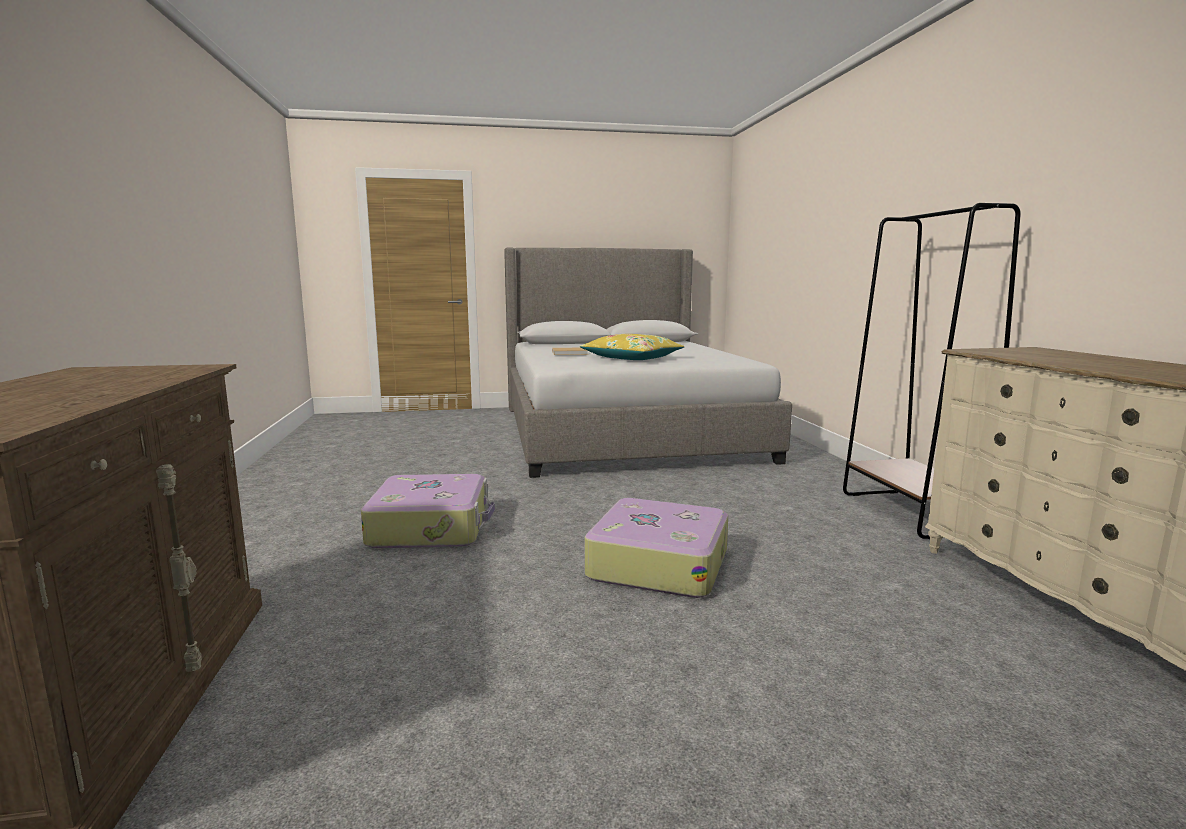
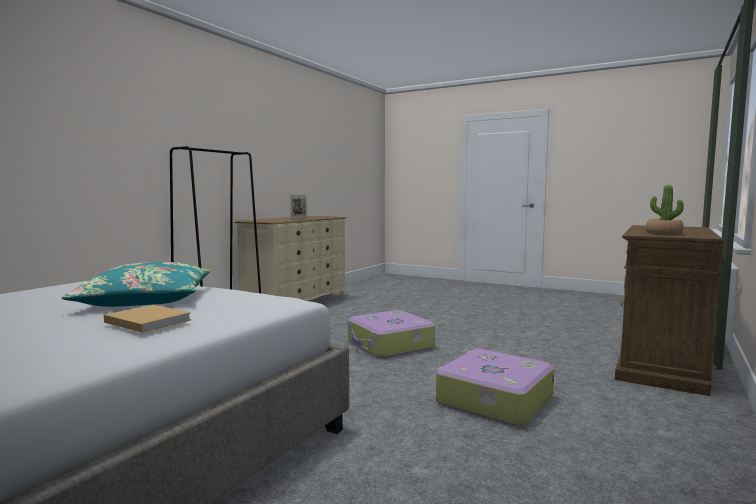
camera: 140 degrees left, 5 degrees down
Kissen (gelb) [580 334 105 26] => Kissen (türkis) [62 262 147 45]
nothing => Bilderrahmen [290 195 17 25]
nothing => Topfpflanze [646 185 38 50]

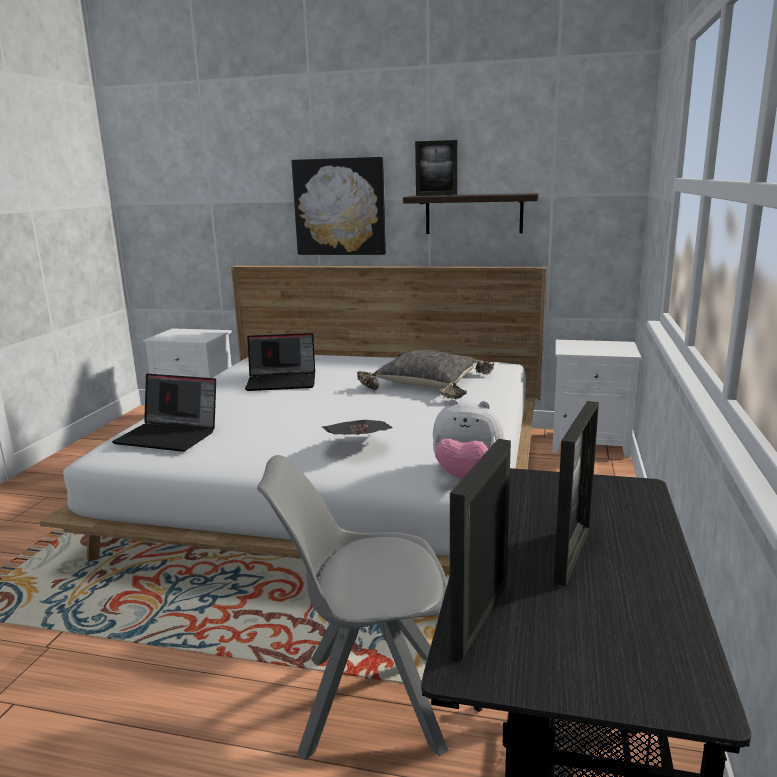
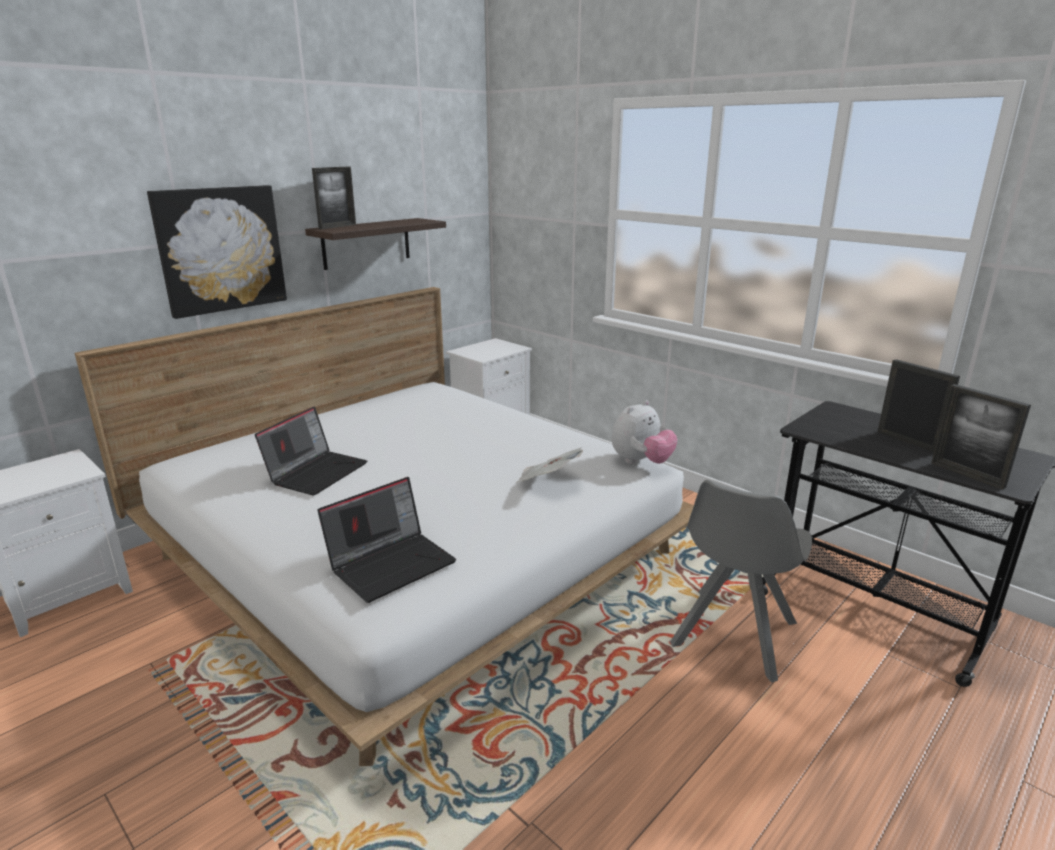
camera: 60 degrees left, 5 degrees up
Kissen [357 350 137 49] => nothing

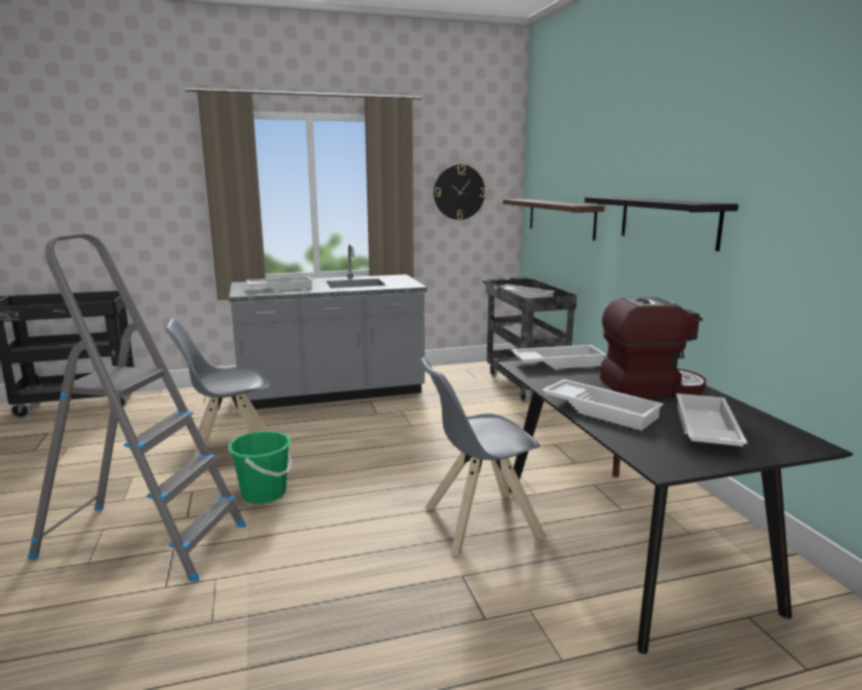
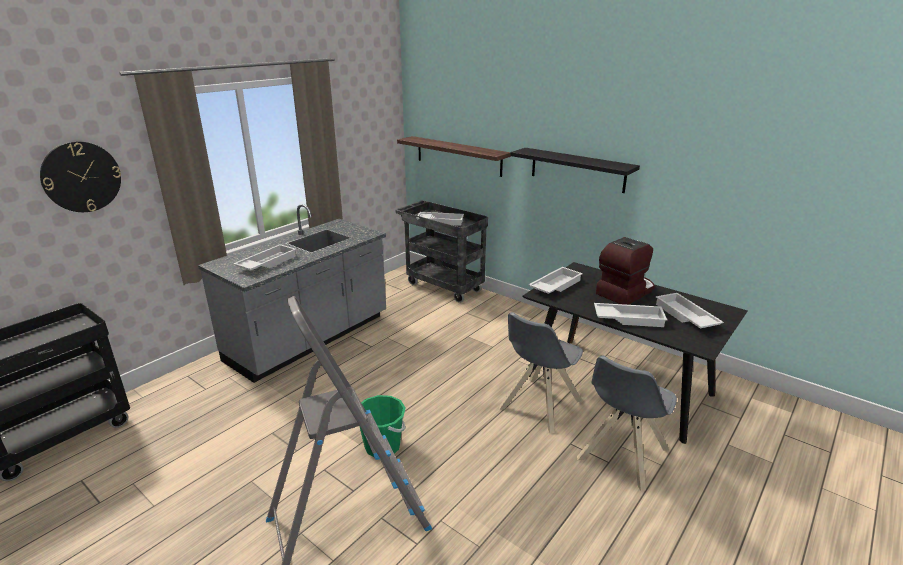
camera: 35 degrees left, 10 degrees up
Wanduhr [434 164 51 56] => Wanduhr [40 141 81 71], moved
Stuhl (grau) [165 319 105 139] => Stuhl (grau) [577 355 100 136], moved

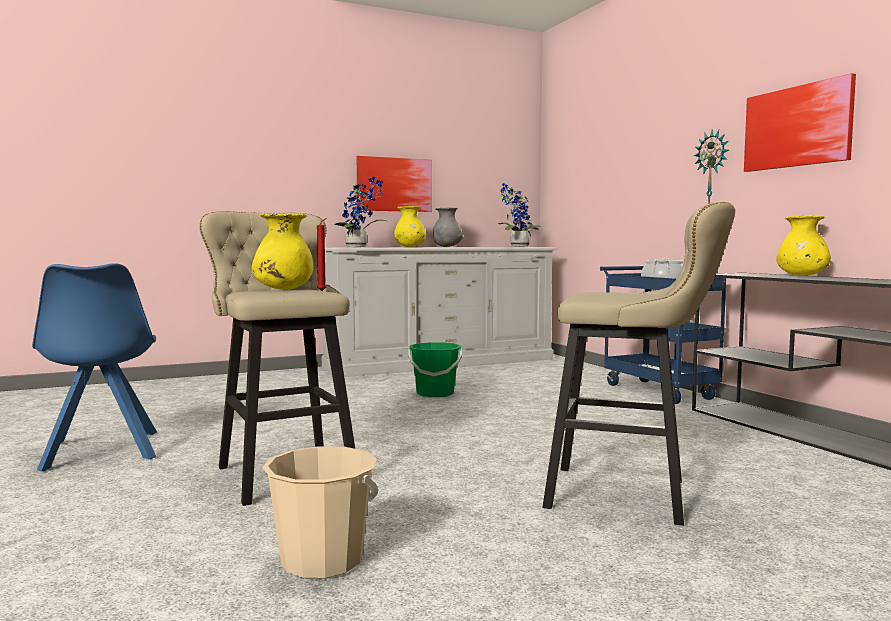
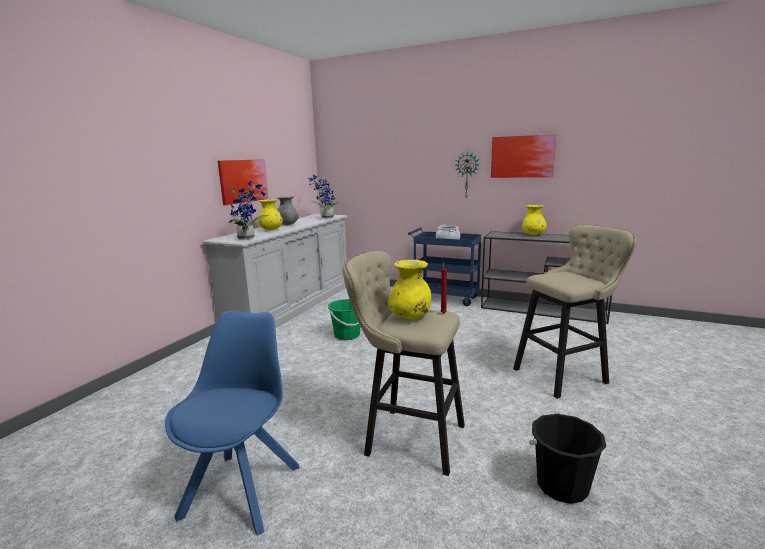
camera: 40 degrees left, 10 degrees up
Stuhl (blau) [32 263 125 208] => Stuhl (blau) [165 310 135 226], 105 degrees counterclockwise
Eimer (beige) [262 446 117 133] => Eimer (schwarz) [529 414 77 90]

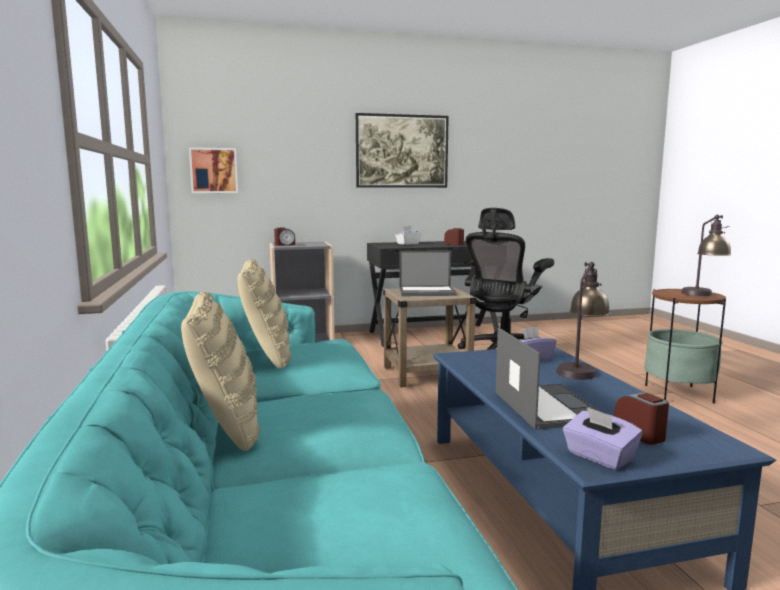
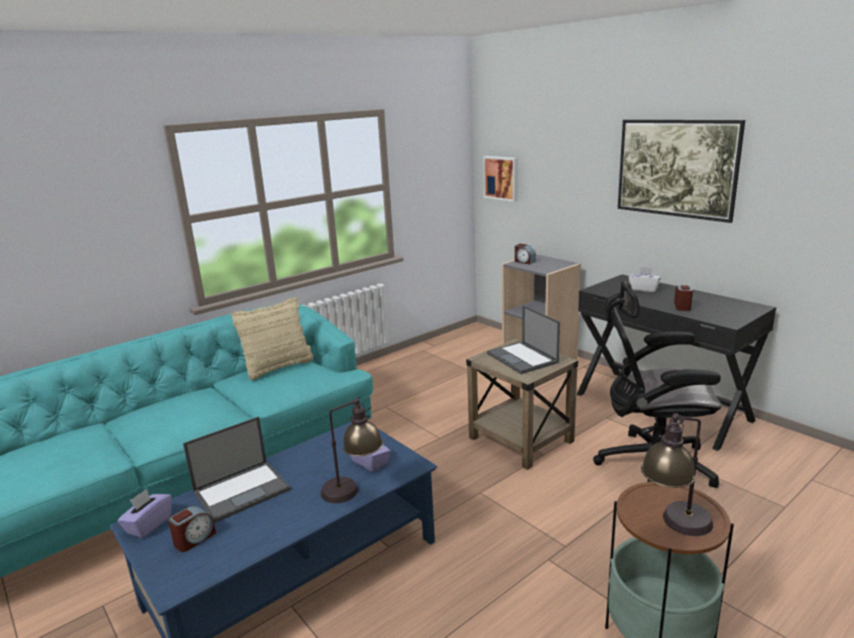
camera: 65 degrees right, 10 degrees up
Kissen (beige) [181 292 79 159] => nothing

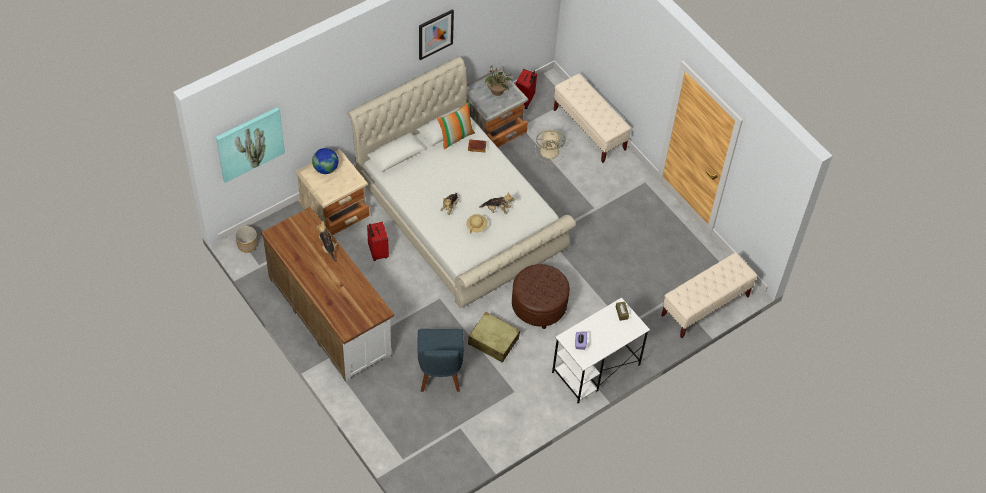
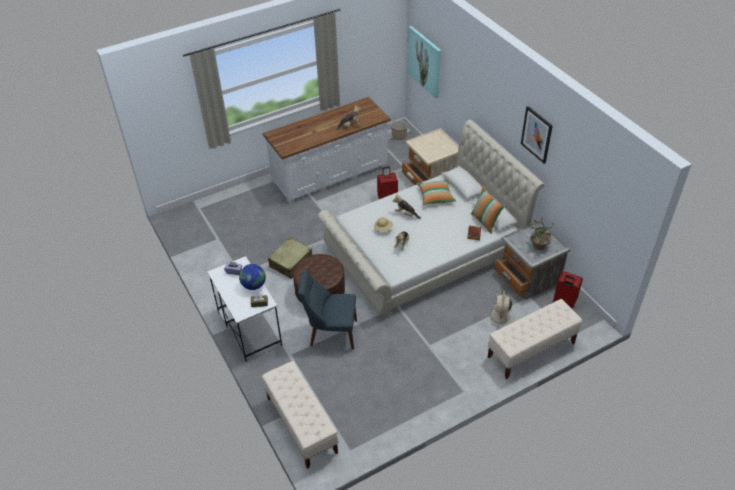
camera: 100 degrees right, 10 degrees down
Globus [312 148 27 26] => Globus [239 264 27 26], moved
Stuhl (blau) [418 329 46 63] => Stuhl (blau) [298 270 59 79], moved
nothing => Kissen [417 179 39 26]

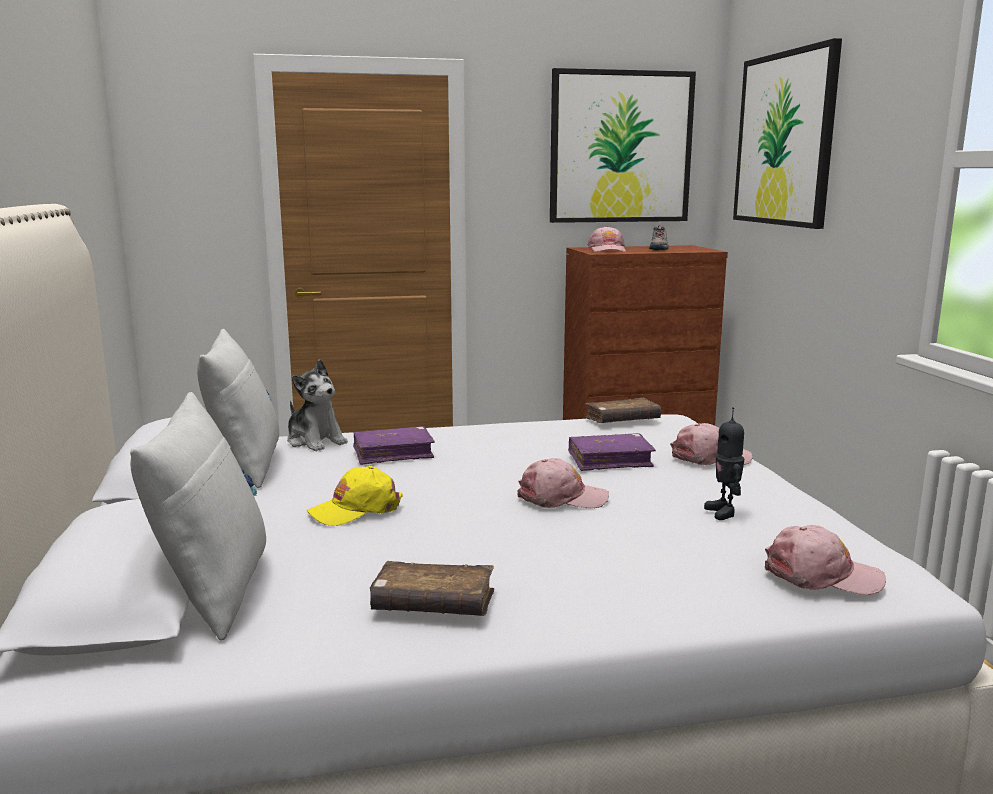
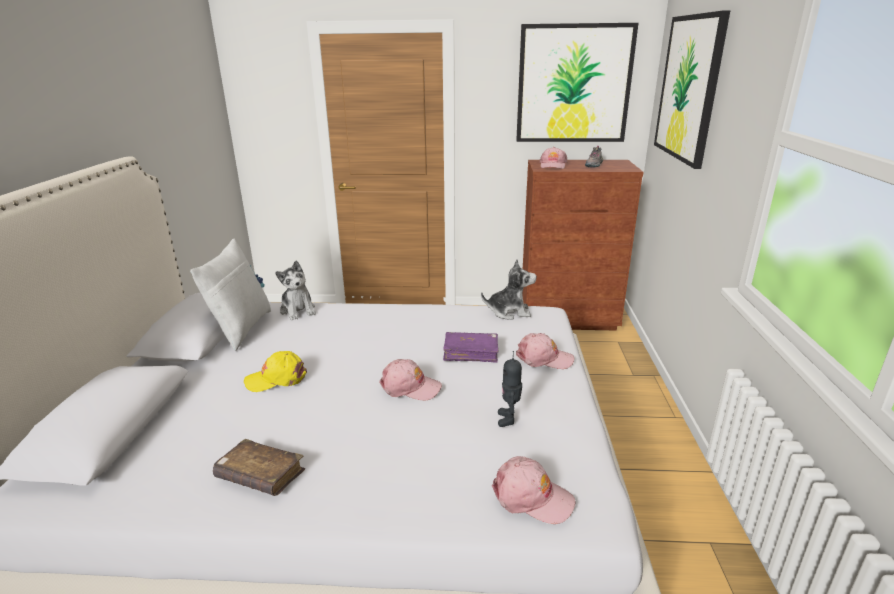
camera: 15 degrees right, 10 degrees up
Buch (braun) [585 398 76 25] => Plüschtier [481 259 56 61]
Kissen (grau) [130 392 136 249] => nothing
Buch (lila) [353 426 82 39] => nothing

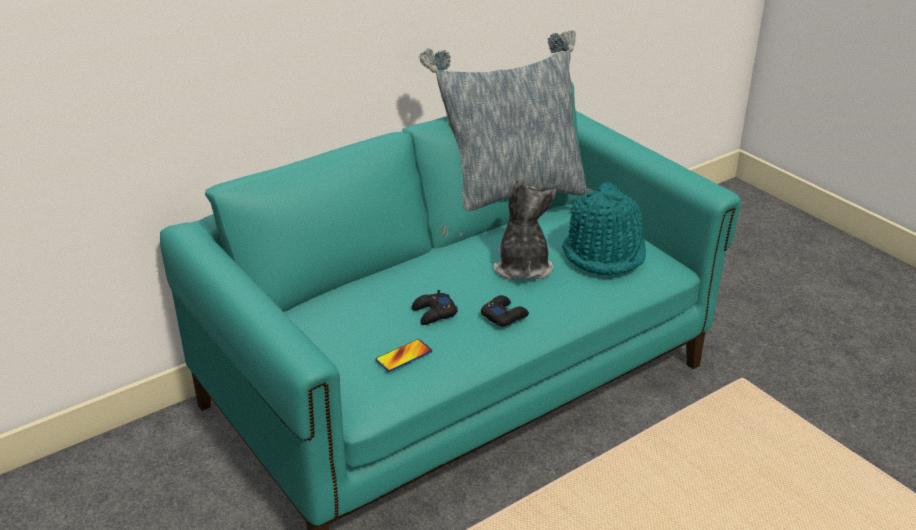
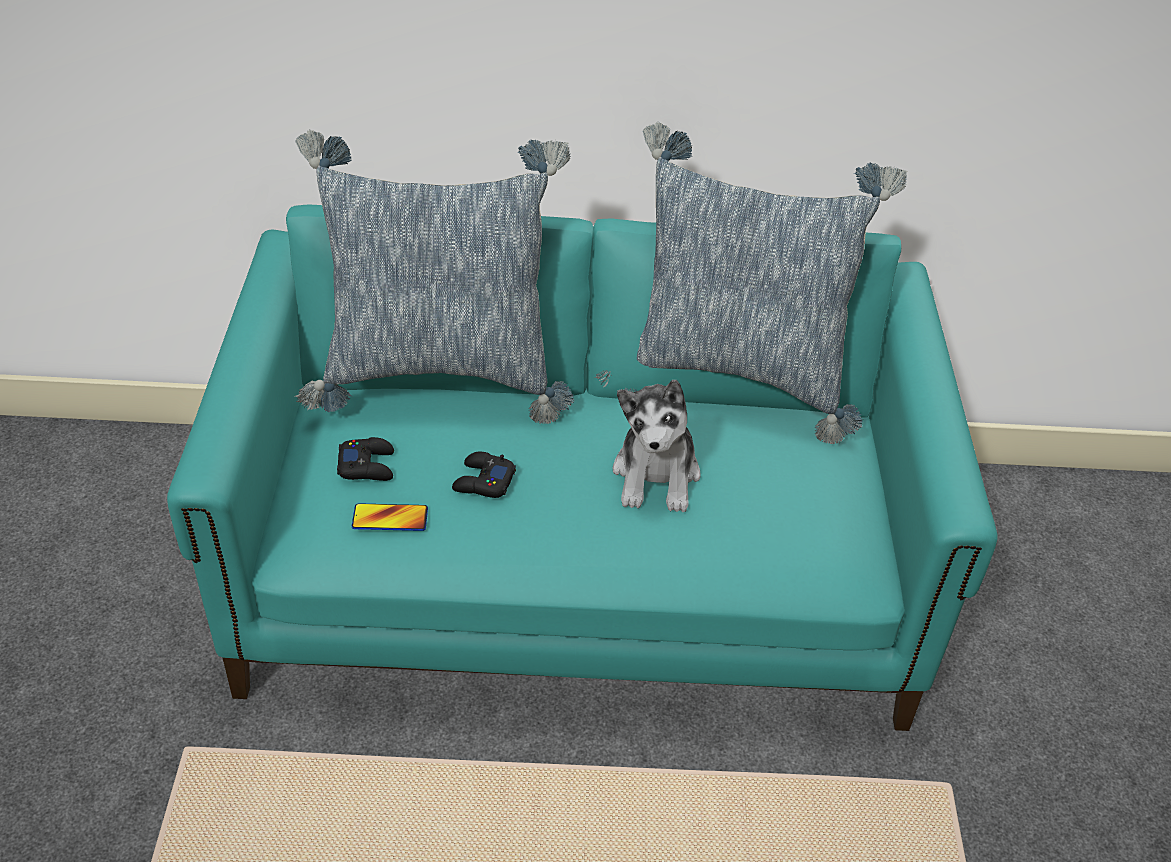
camera: 35 degrees right, 10 degrees up
nothing => Kissen [295 129 280 295]
Gamepad (schwarz) [481 295 48 32] => Gamepad (schwarz) [337 437 57 44], moved
Plüschtier [493 178 64 102] => Plüschtier [613 380 88 132], 150 degrees clockwise
Hut (türkis) [562 183 84 92] => nothing

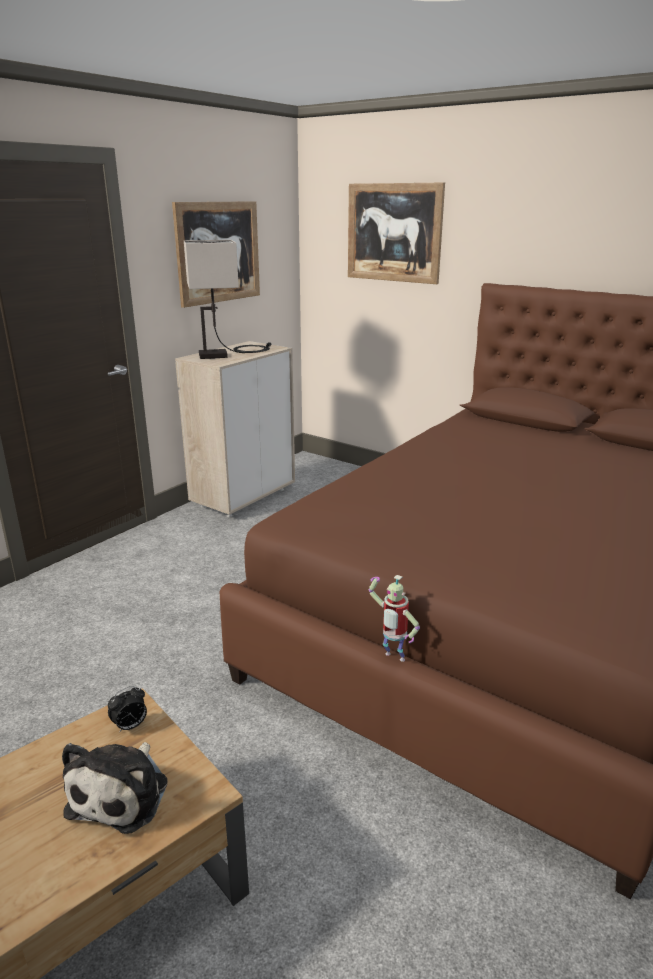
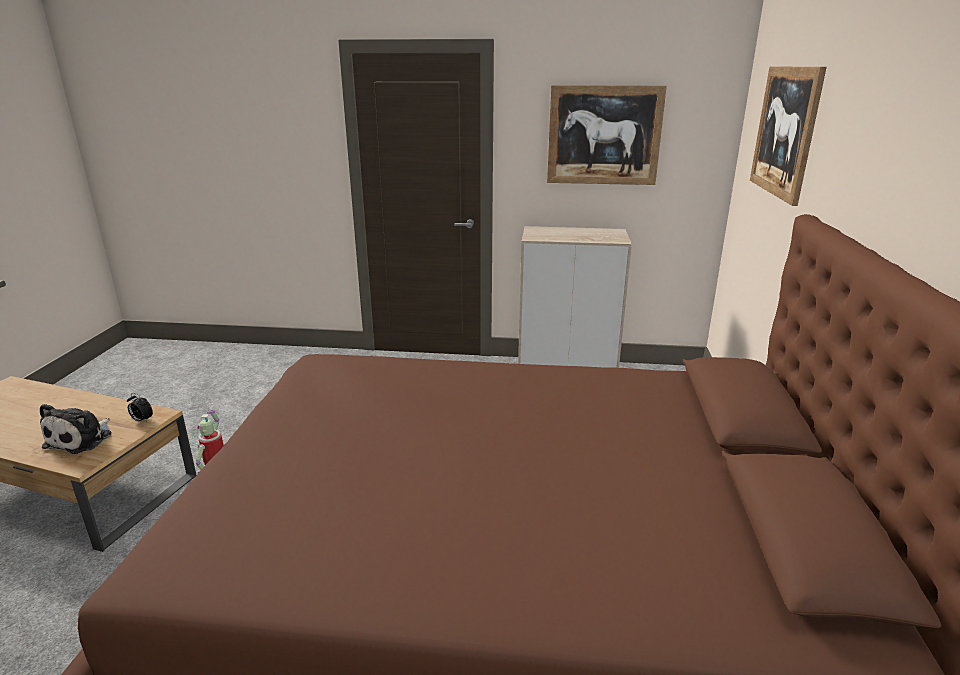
camera: 60 degrees right, 0 degrees up
Plüschtier [62 742 106 92] => Plüschtier [40 404 72 50], 60 degrees counterclockwise
Tischlampe [184 240 87 119] => nothing

